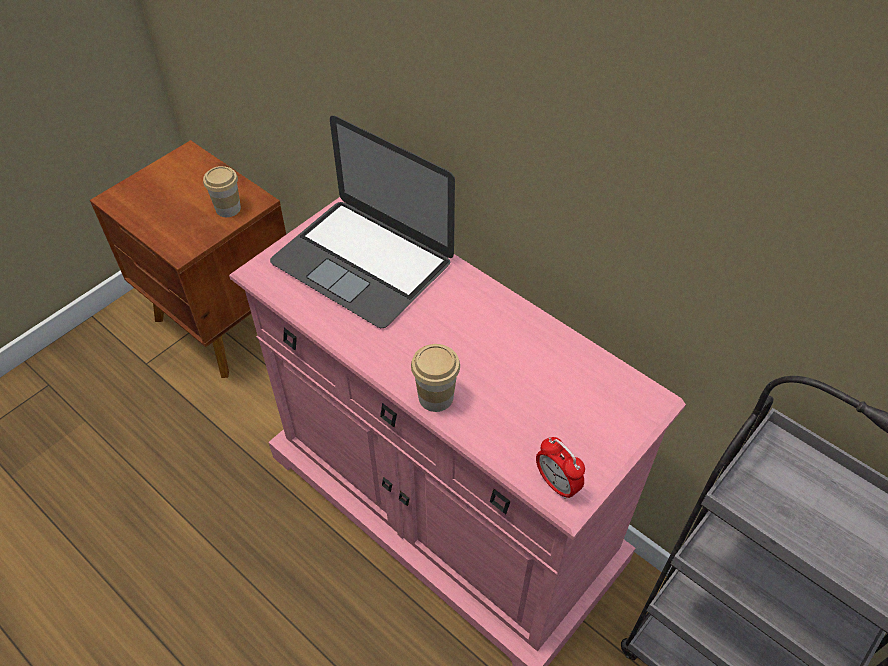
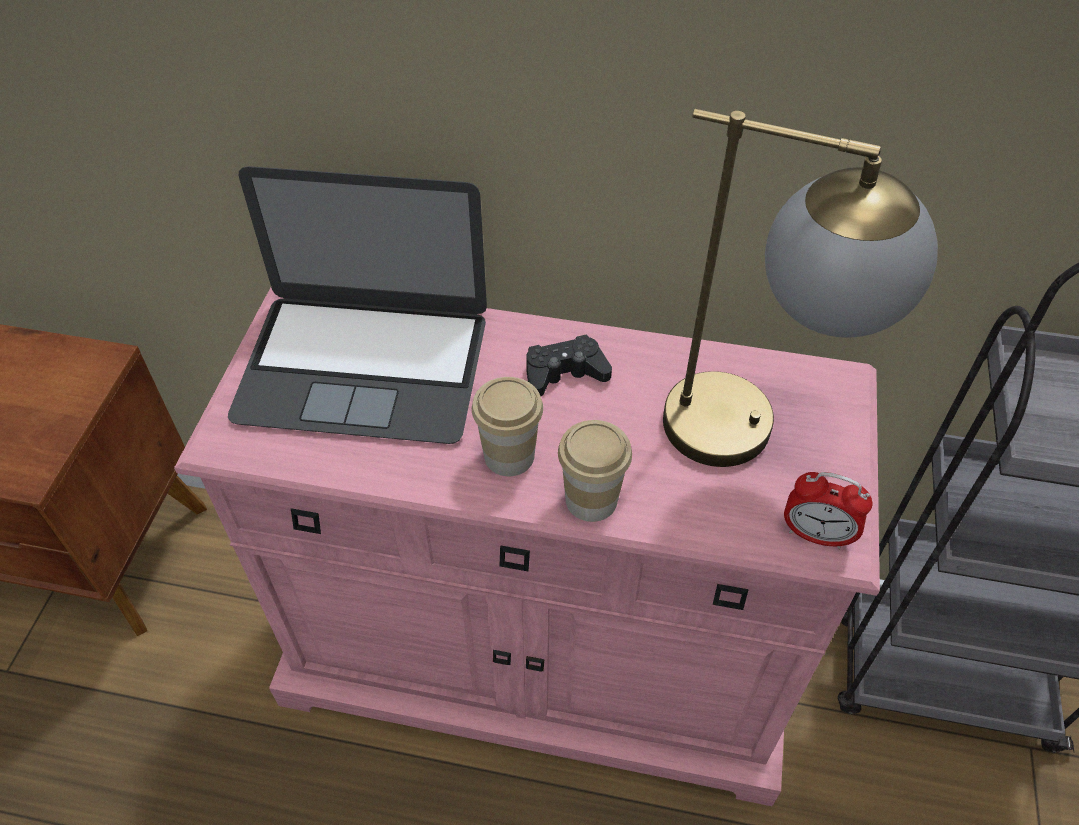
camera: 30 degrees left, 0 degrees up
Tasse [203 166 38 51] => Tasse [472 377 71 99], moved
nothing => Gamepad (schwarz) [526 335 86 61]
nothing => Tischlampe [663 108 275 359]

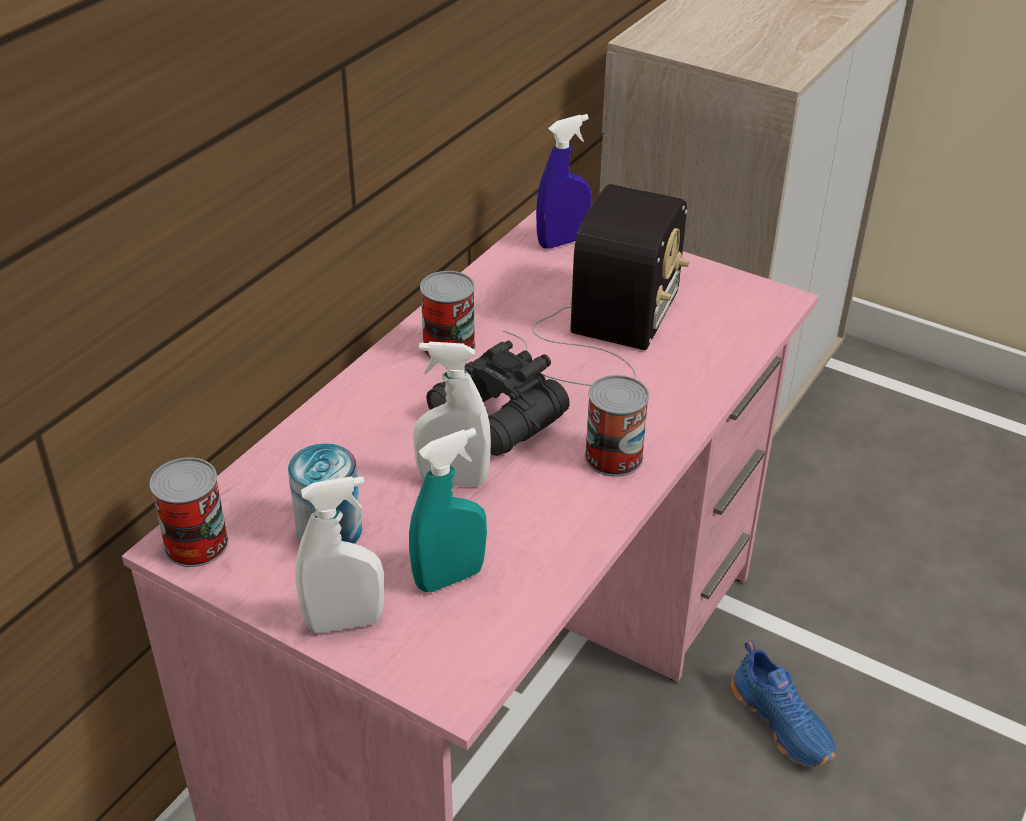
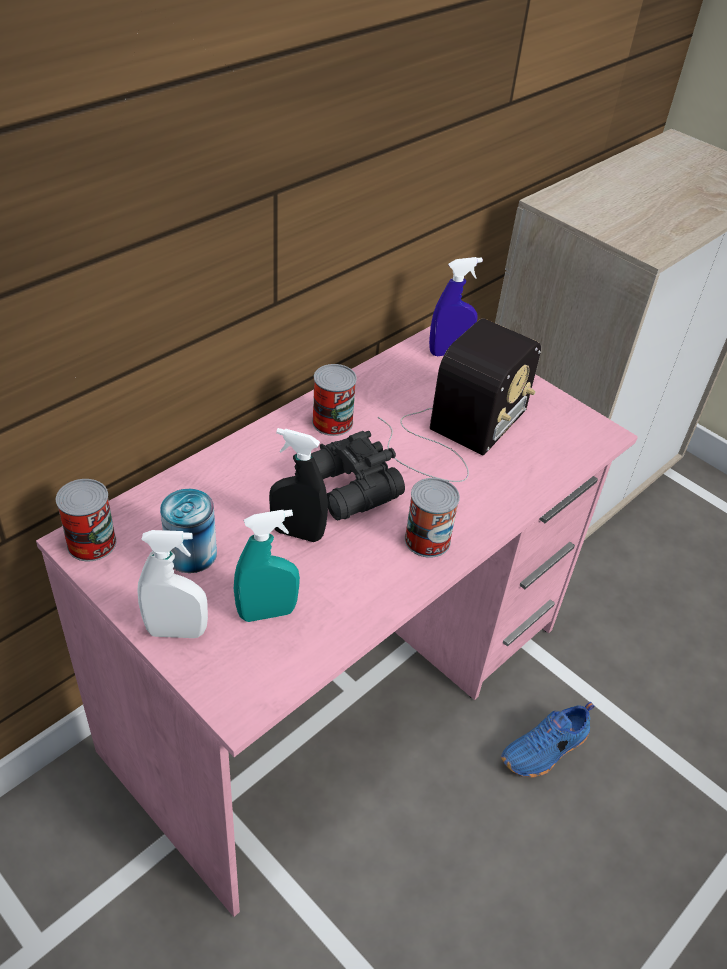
camera: 10 degrees right, 5 degrees up
Sprühflasche (weiß) [413 342 78 145] => Sprühflasche (schwarz) [269 428 59 114]
Schuh (blau) [731 641 105 126] => Schuh (blau) [501 702 94 76], 75 degrees clockwise

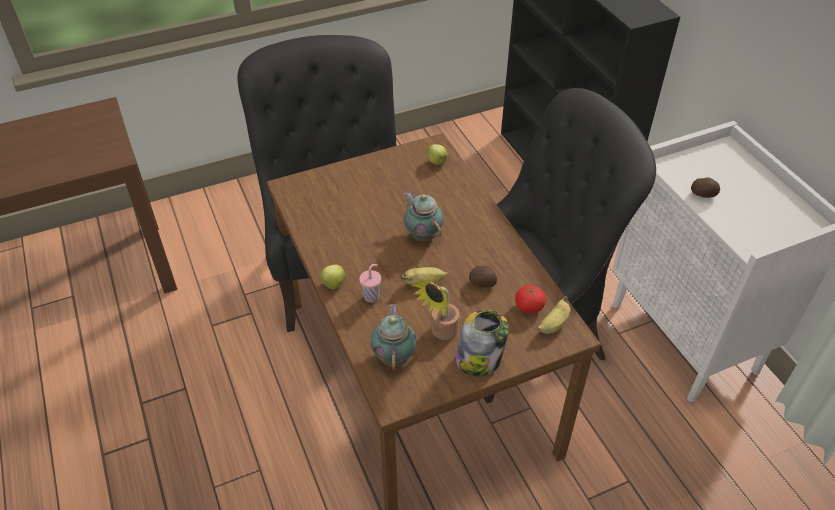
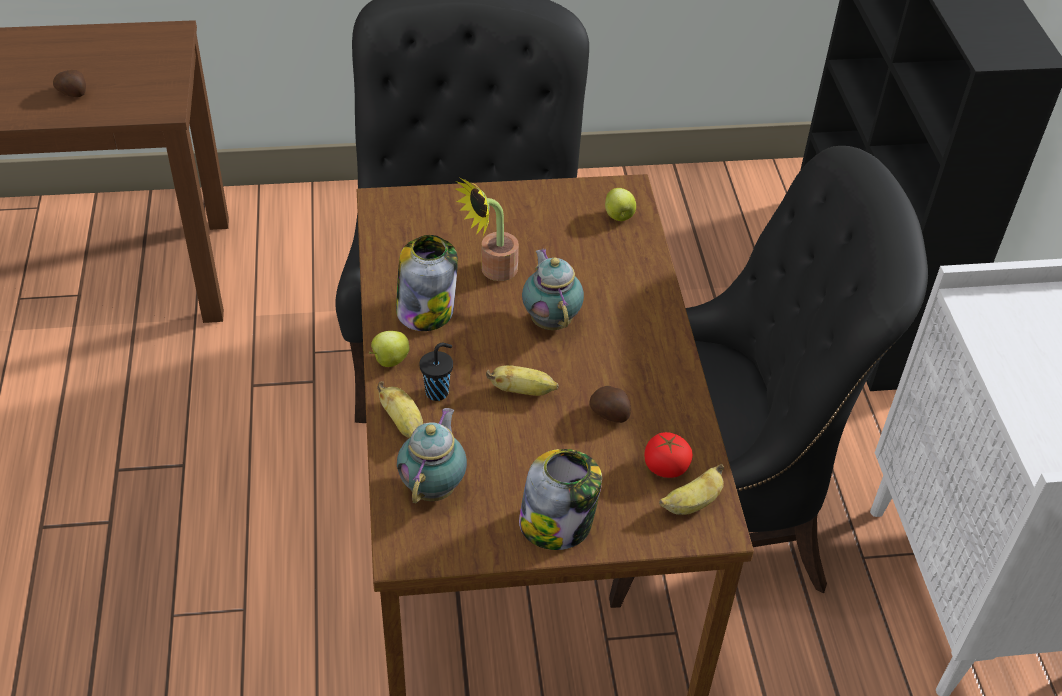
camera: 15 degrees right, 0 degrees up
Kartoffel [691 178 29 20] => Kartoffel [53 70 33 27], moved
nothing => Banane [377 381 46 57]
nothing => Vorratsglas [396 235 62 96]
Tasse (rosa) [359 264 22 39] => Tasse (schwarz) [419 343 34 58]
Topfpflanze [412 279 48 61] => Topfpflanze [456 178 63 103], moved

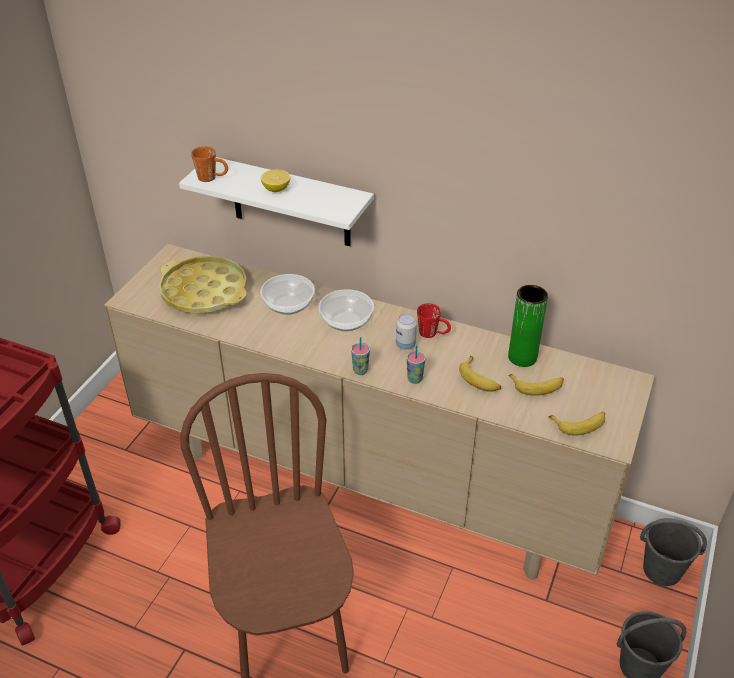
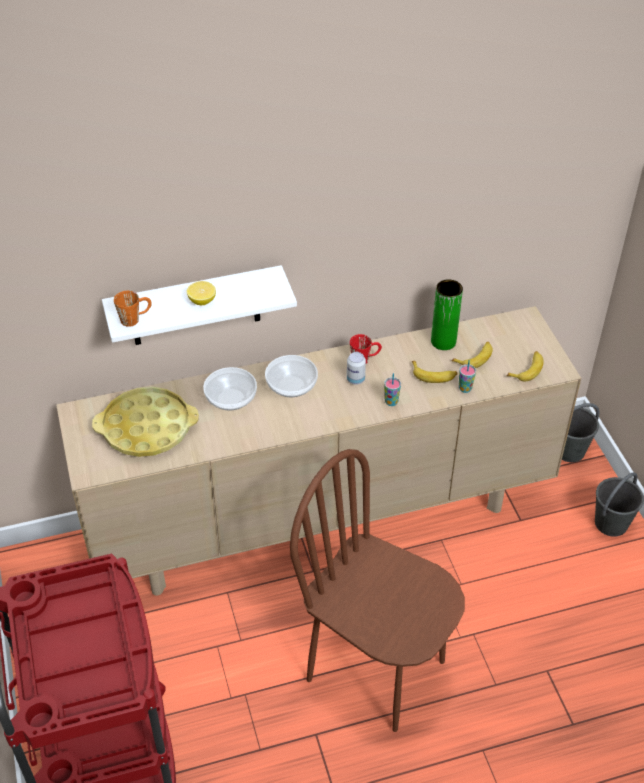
camera: 40 degrees left, 5 degrees up
Tasse [351 337 19 38] => Tasse [459 360 17 33], moved

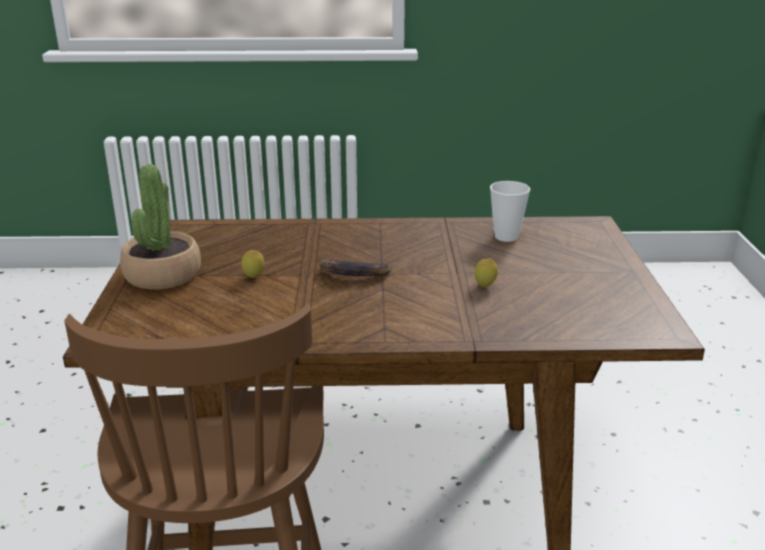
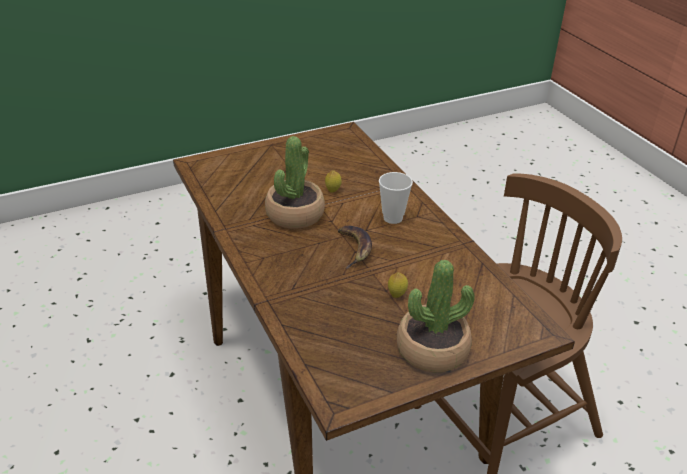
camera: 115 degrees left, 10 degrees up
nothing => Topfpflanze [265 136 60 93]
Tasse [490 181 40 61] => Tasse [379 172 34 52], moved

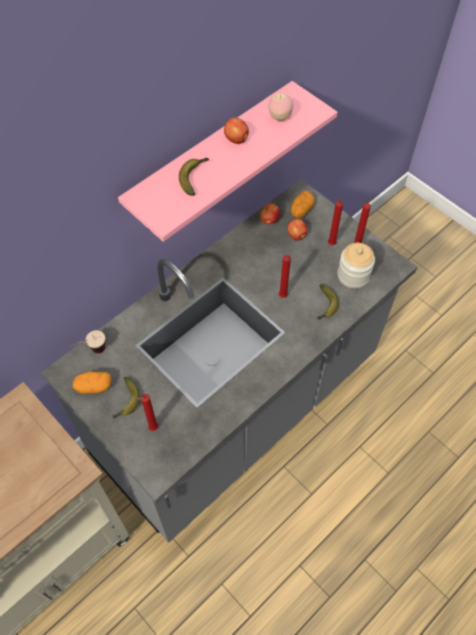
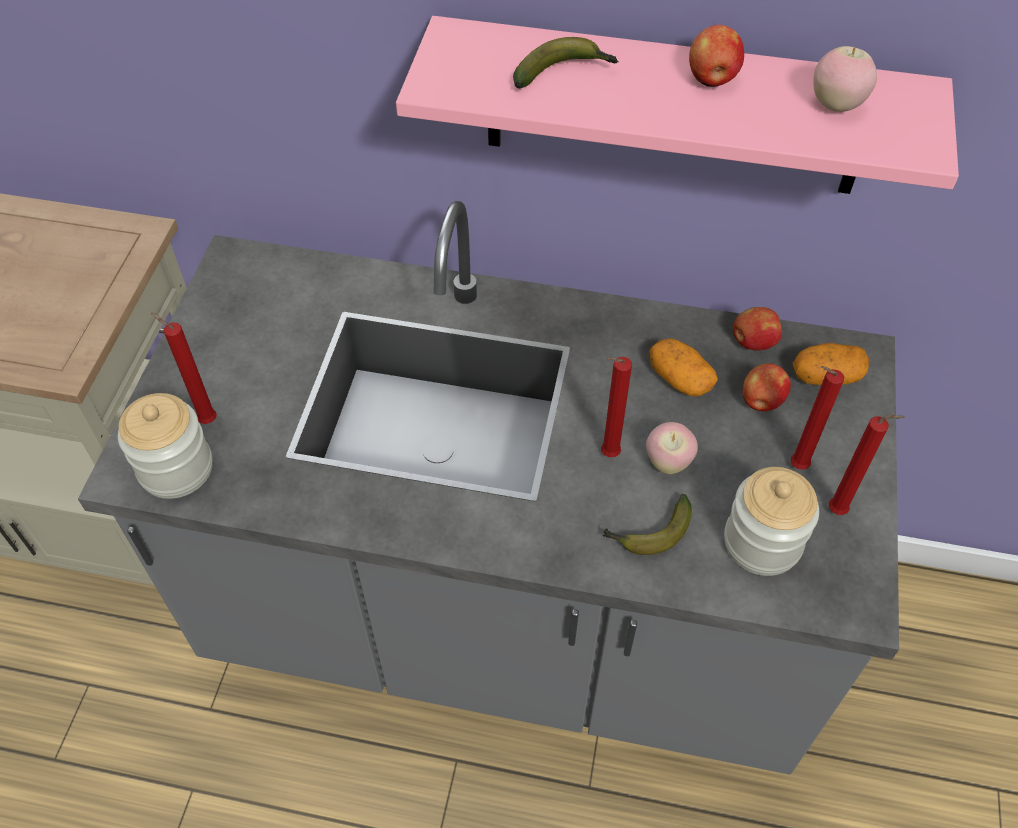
camera: 55 degrees right, 5 degrees down
nothing => Vorratsglas [118 393 95 106]
nothing => Apfel [646 422 52 52]
Kartoffel [73 371 39 23] => Kartoffel [649 338 69 58], moved
Tasse [70 330 35 24] => nothing
Banane [112 377 28 42] => nothing

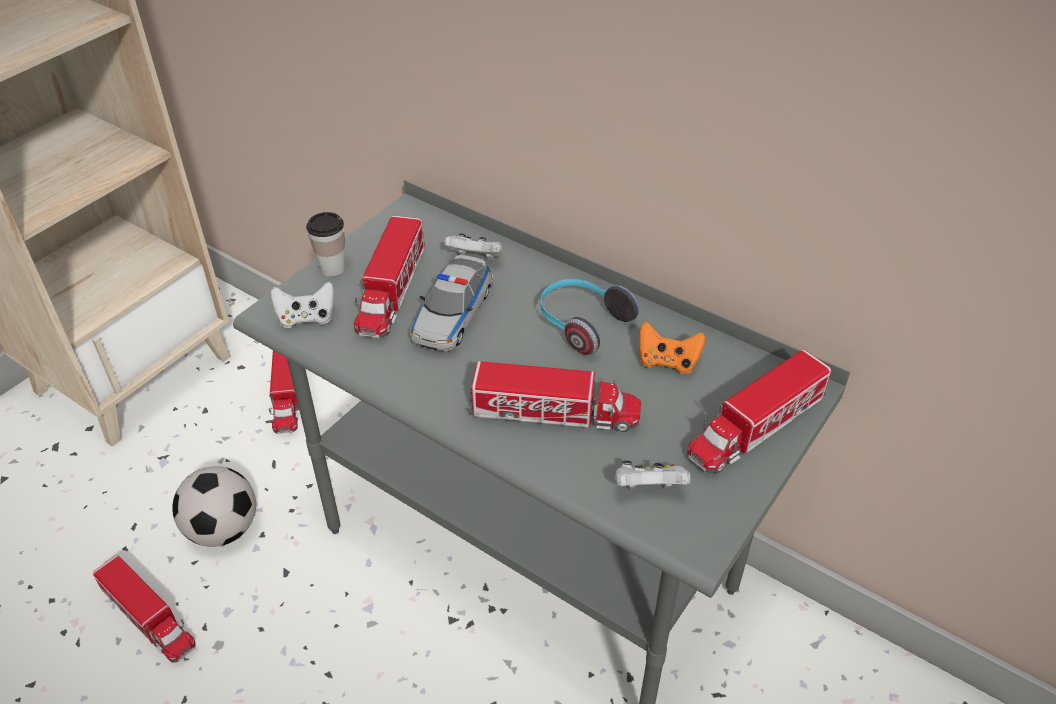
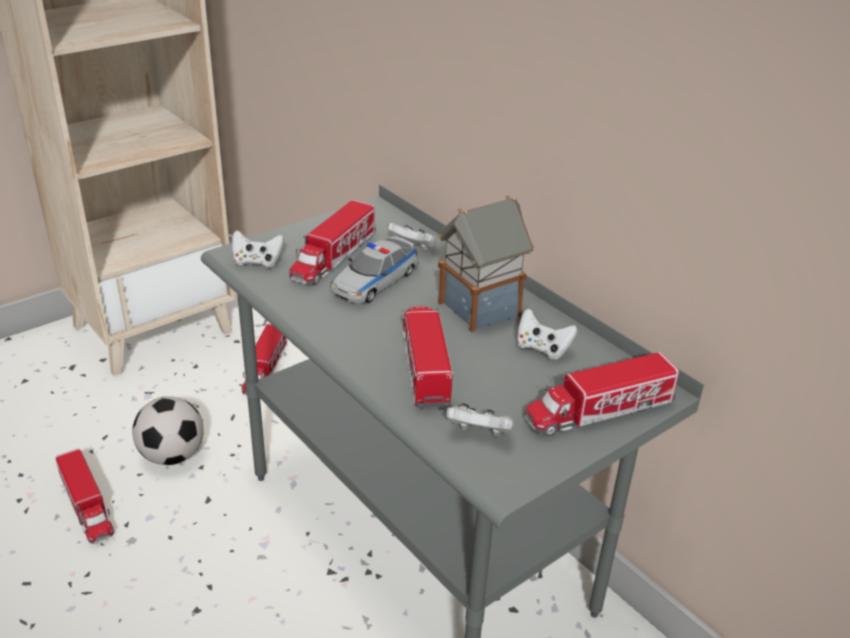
camera: 15 degrees right, 10 degrees down
Spielzeuglaster [467 361 174 71] => Spielzeuglaster [402 306 51 104], 120 degrees counterclockwise
Kopfhörer [541 279 98 76] => Spielzeughaus [438 195 96 137]
Gamepad (orange) [639 322 66 52] => Gamepad (weiß) [517 308 61 52]
Tasse [306 212 39 65] => nothing

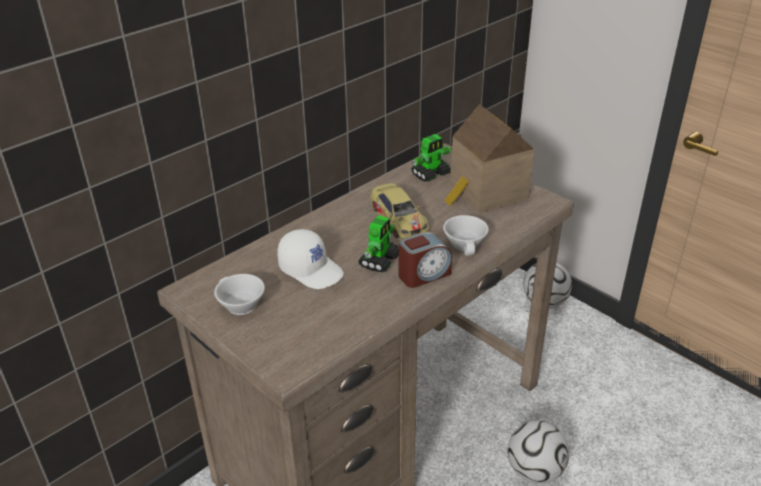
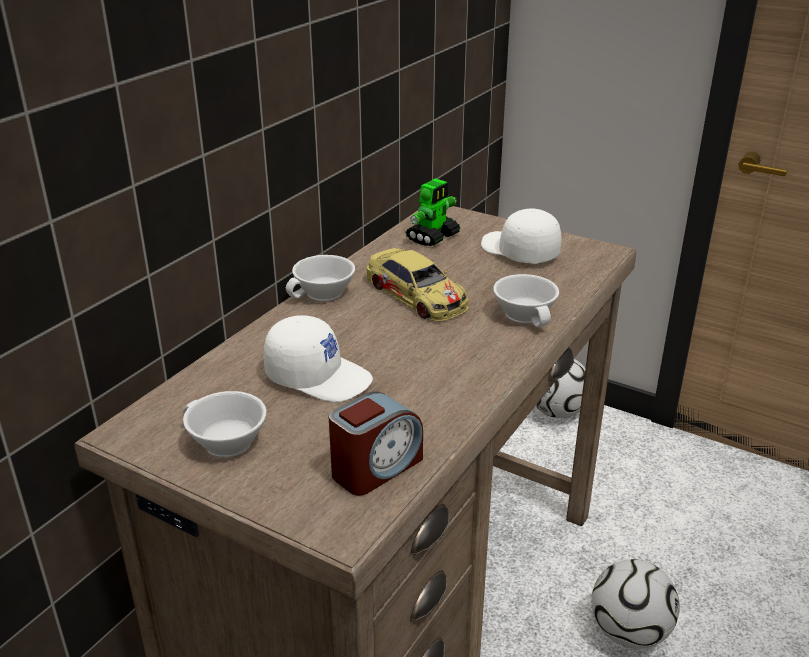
camera: 15 degrees left, 5 degrees down
nothing => Tasse (weiß) [286 255 69 46]
Wecker [399 232 53 56] => Wecker [329 392 94 104], moved
Spielzeughaus [444 104 90 109] => Kappe (weiß) [481 208 80 56]
Spielzeugroboter [358 215 41 57] => nothing

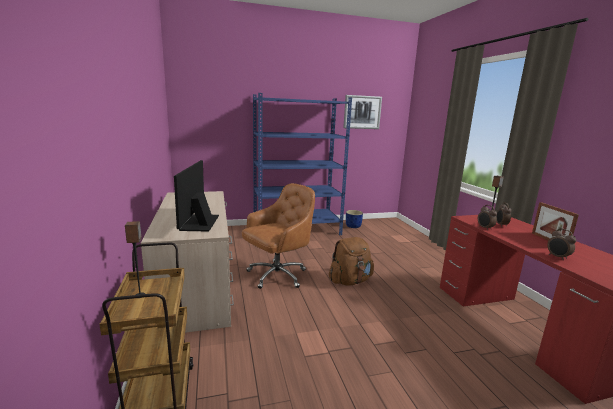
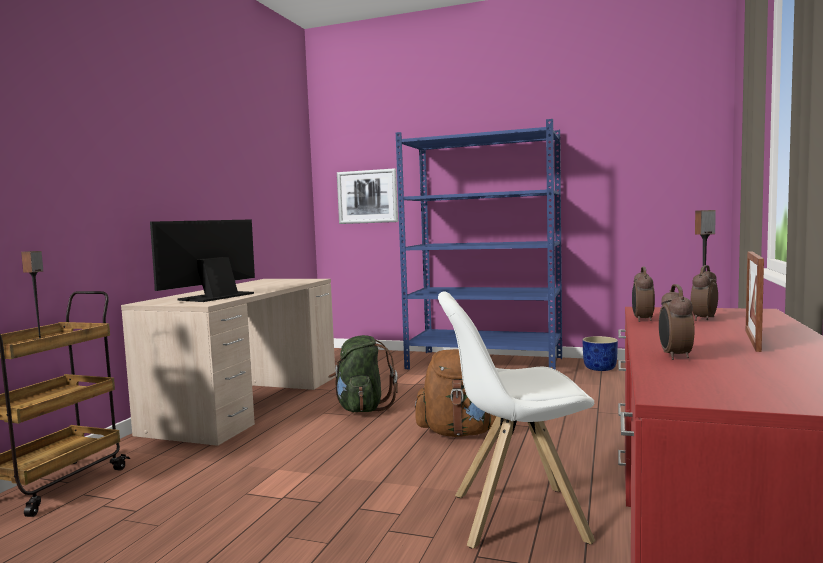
camera: 35 degrees right, 10 degrees down
Bürostuhl (braun) [242 183 73 106] => Rucksack (grün) [328 335 70 77]
Bild [343 95 39 34] => Bild [337 168 61 56], moved
nothing => Stuhl (weiß) [438 291 157 258]

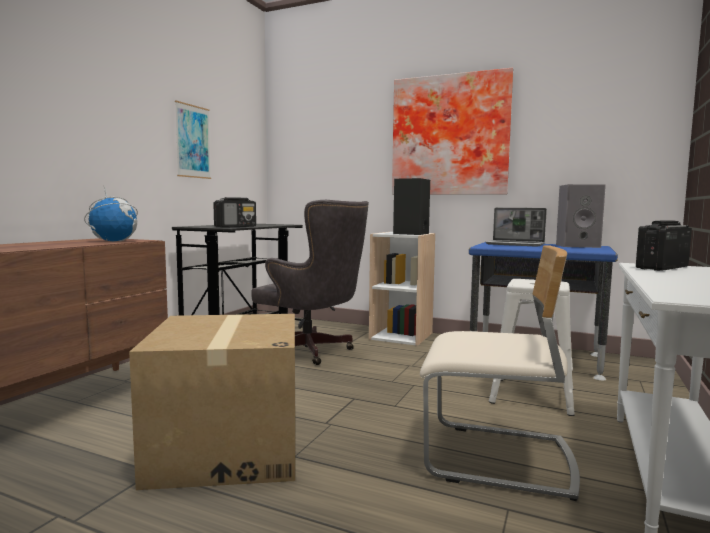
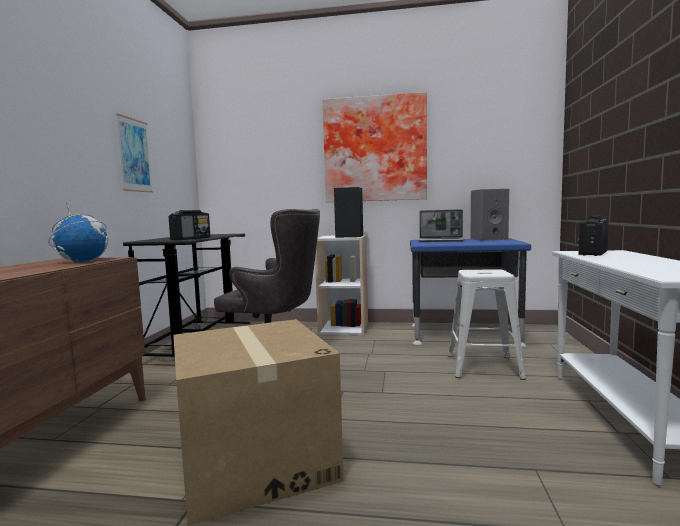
camera: 15 degrees left, 0 degrees up
Stuhl (beige) [420 245 160 256] => nothing

